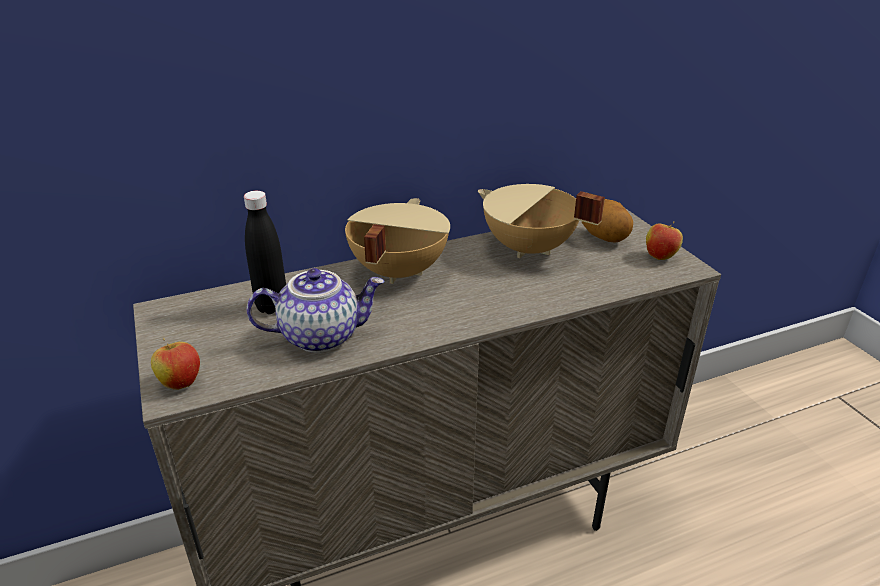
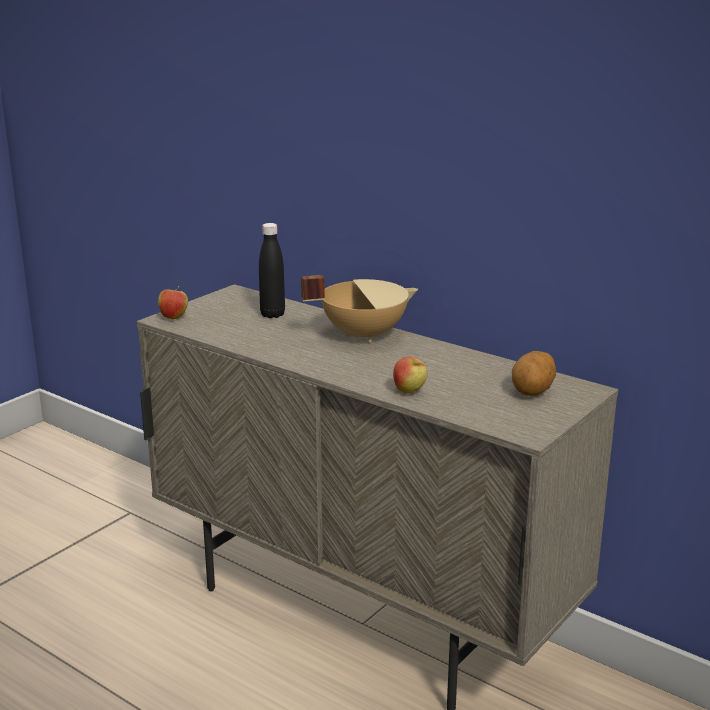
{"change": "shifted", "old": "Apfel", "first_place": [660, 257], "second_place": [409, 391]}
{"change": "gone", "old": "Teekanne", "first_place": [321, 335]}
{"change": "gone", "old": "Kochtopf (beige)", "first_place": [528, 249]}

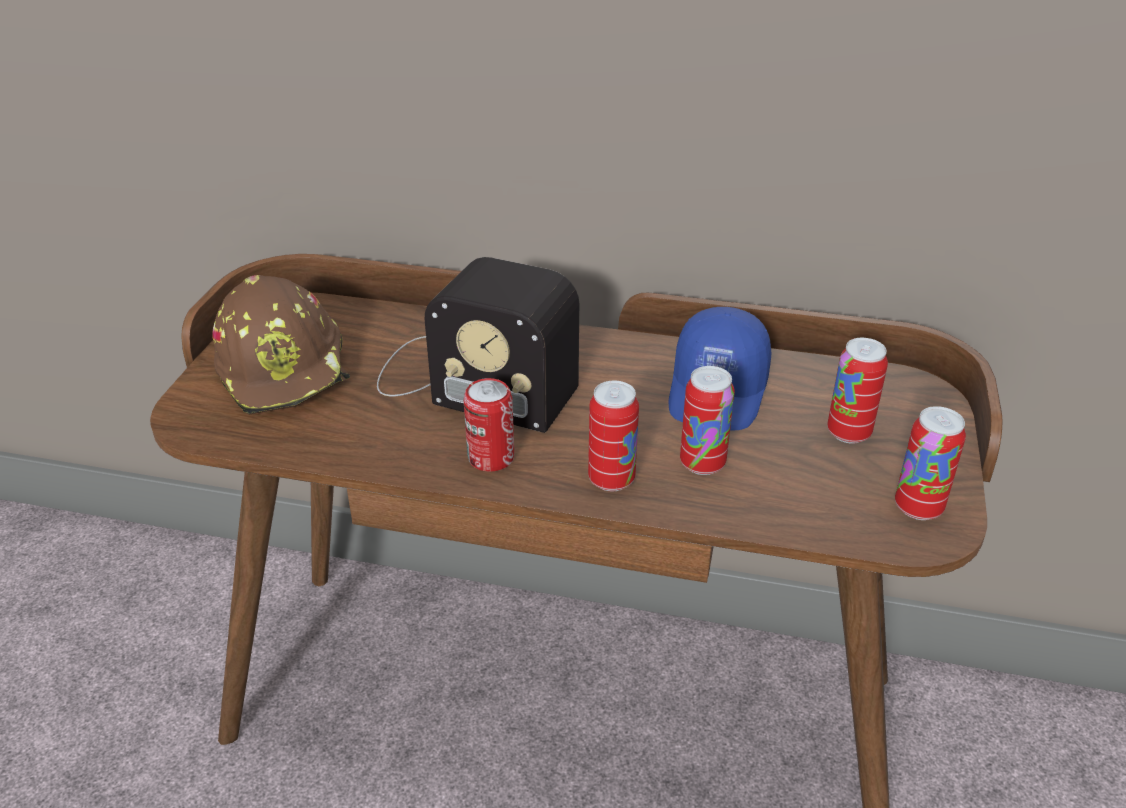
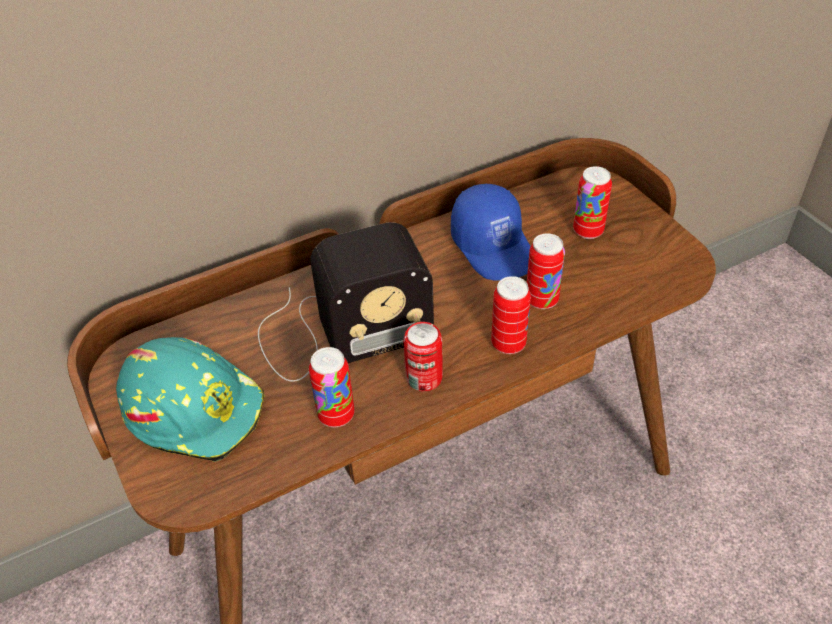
{"change": "repainted", "old": "Schutzhelm (braun)", "new": "Schutzhelm (türkis)", "first_place": [285, 369], "second_place": [195, 408]}
{"change": "shifted", "old": "Dose", "first_place": [918, 507], "second_place": [336, 415]}

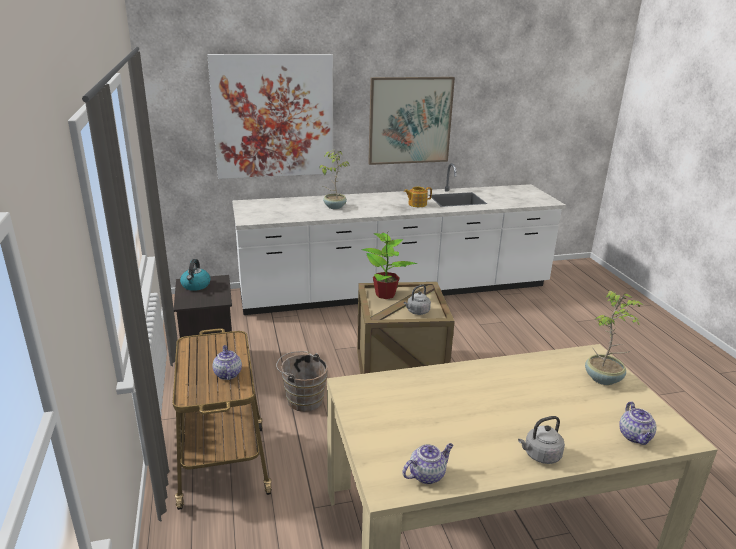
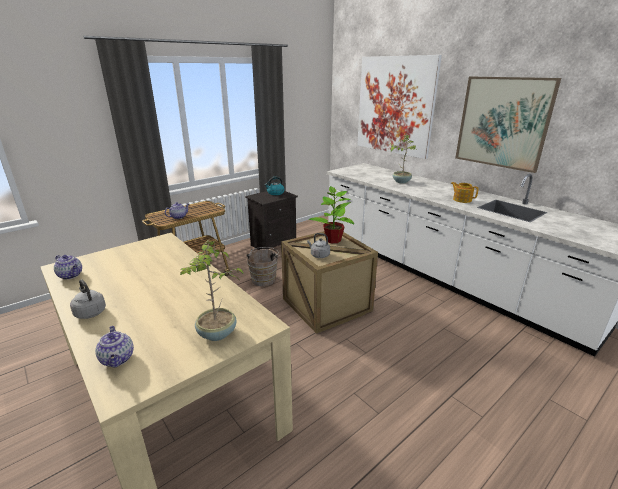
{"change": "rotated", "old": "Teekanne", "first_place": [635, 437], "second_place": [118, 359], "degrees": -90}

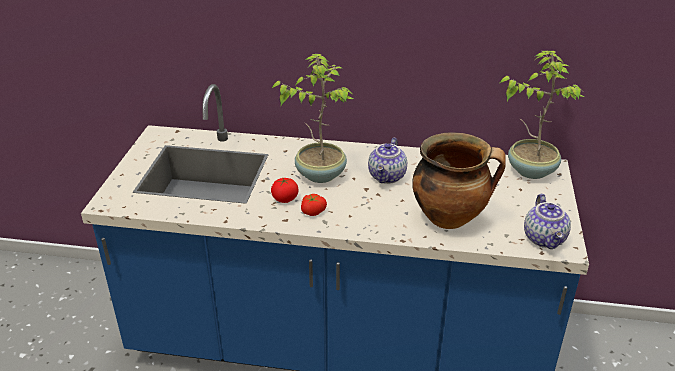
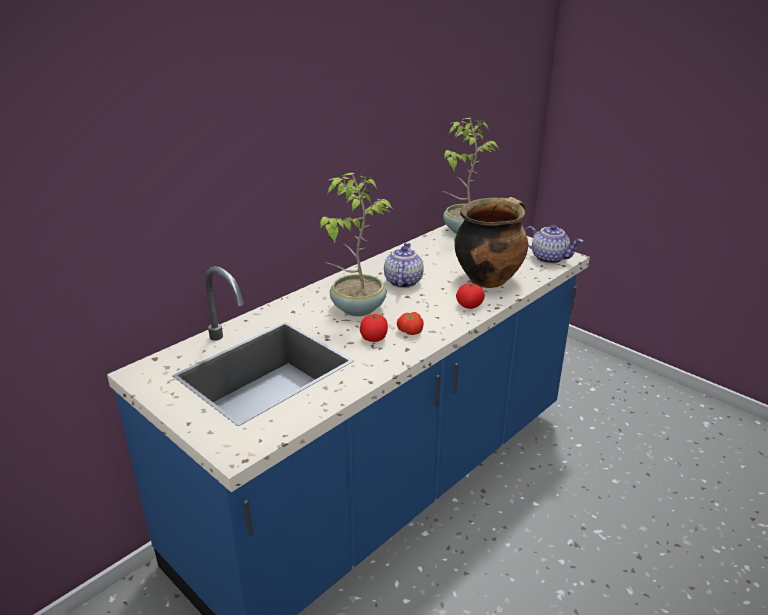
{"change": "rotated", "old": "Teekanne", "first_place": [387, 177], "second_place": [402, 281], "degrees": -135}
{"change": "new", "new": "Tomate", "second_place": [469, 305]}

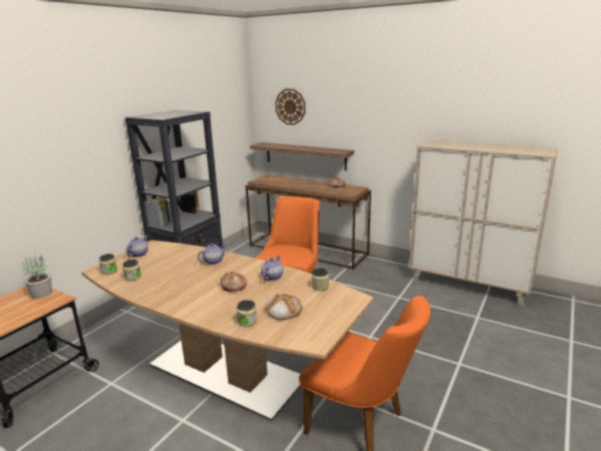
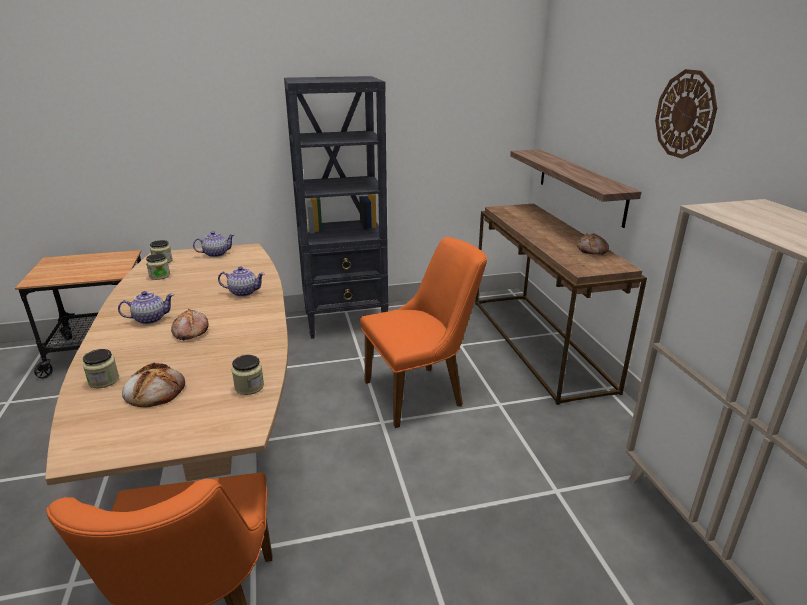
{"change": "shifted", "old": "Teekanne", "first_place": [272, 277], "second_place": [150, 319]}
{"change": "shifted", "old": "Wanduhr", "first_place": [290, 106], "second_place": [685, 114]}
{"change": "gone", "old": "Topfpflanze", "first_place": [42, 293]}

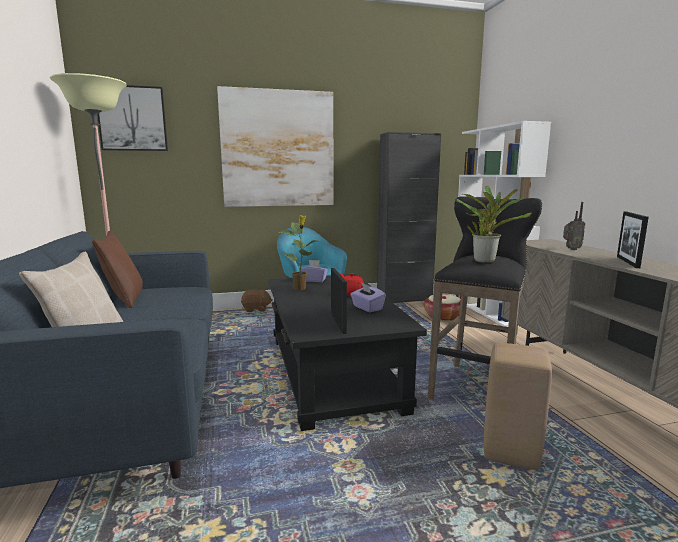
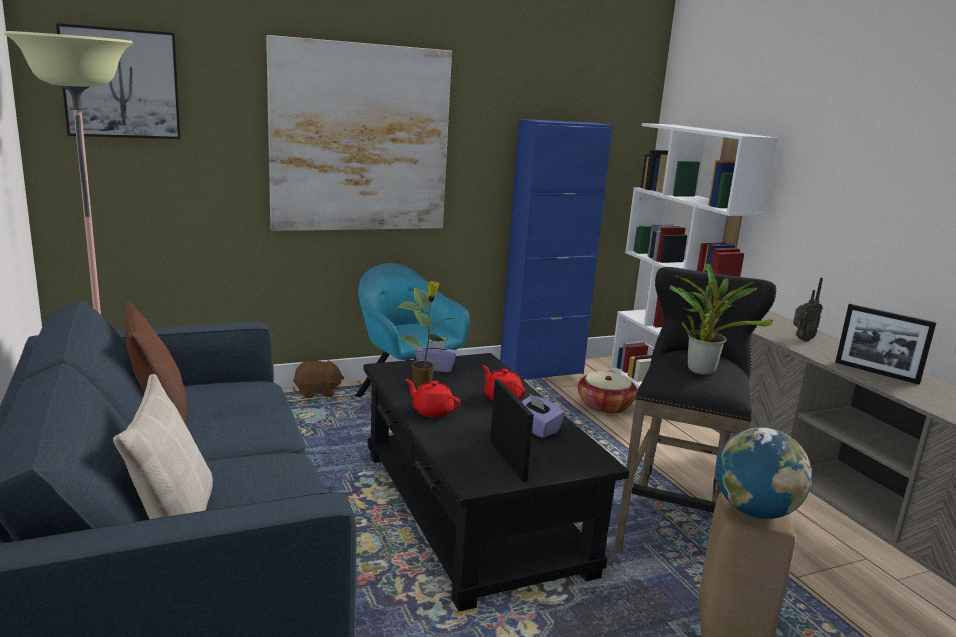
{"change": "new", "new": "Teekanne (rot)", "second_place": [432, 411]}
{"change": "repainted", "old": "Schrank (schwarz)", "new": "Schrank (blau)", "first_place": [404, 299], "second_place": [541, 371]}
{"change": "new", "new": "Globus", "second_place": [754, 511]}
{"change": "rotated", "old": "Bilderrahmen", "first_place": [627, 262], "second_place": [876, 372], "degrees": -60}

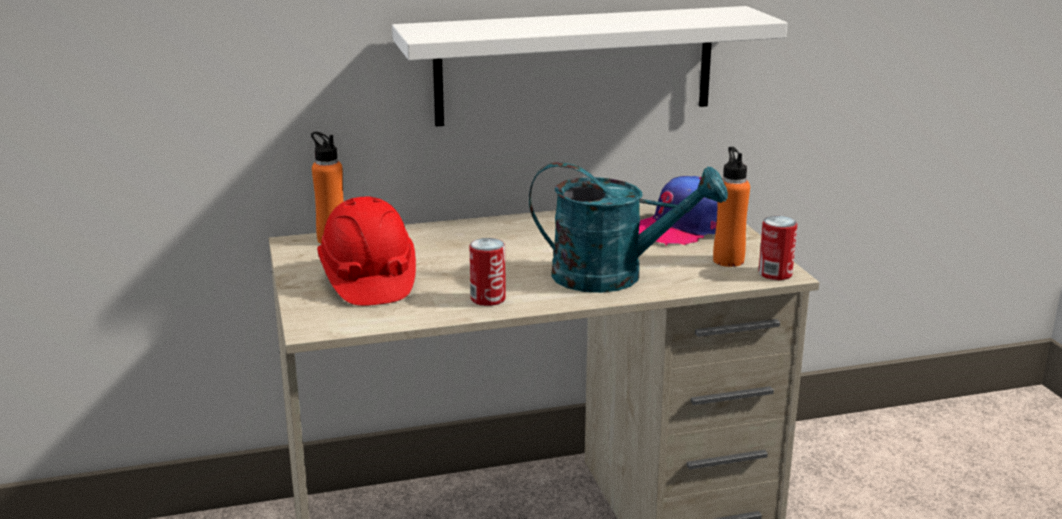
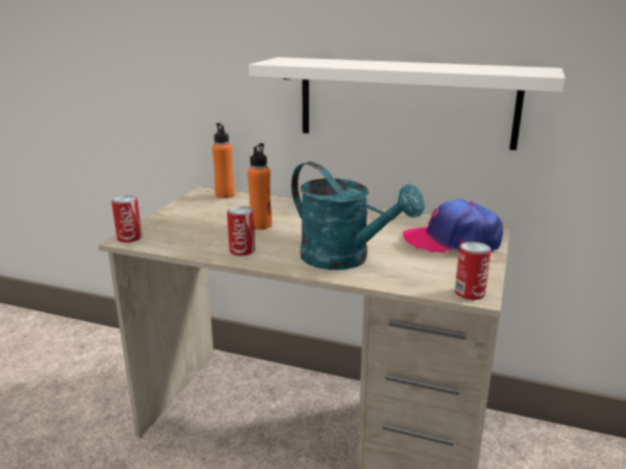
{"change": "new", "new": "Dose", "second_place": [129, 238]}
{"change": "shifted", "old": "Flasche (orange)", "first_place": [728, 260], "second_place": [261, 225]}
{"change": "gone", "old": "Schutzhelm (rot)", "first_place": [368, 280]}

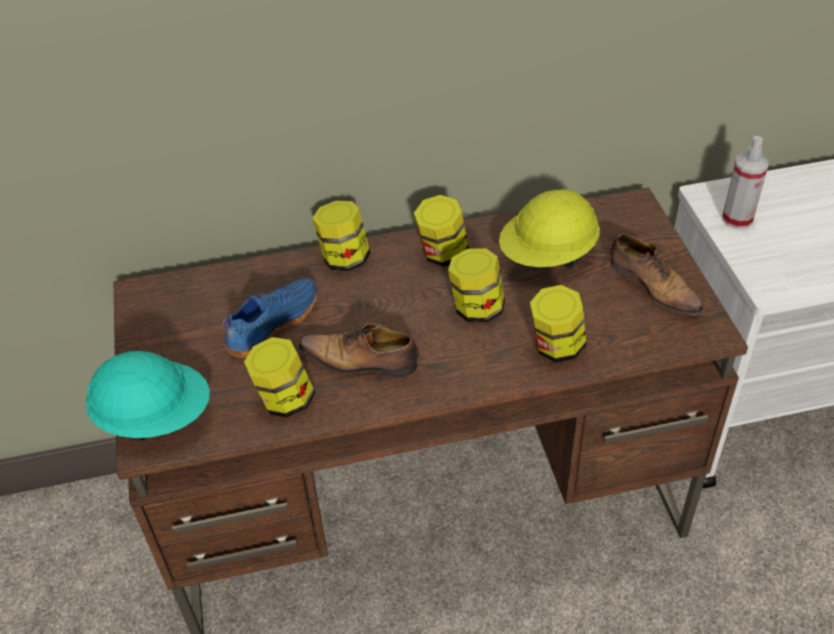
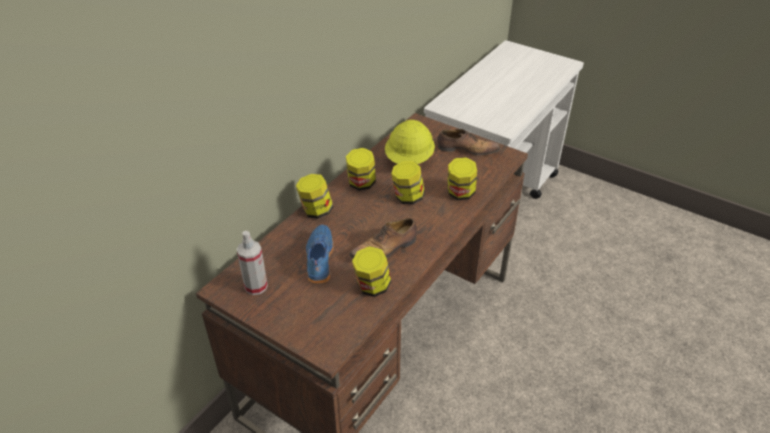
{"change": "shifted", "old": "Sprühflasche", "first_place": [737, 219], "second_place": [256, 286]}
{"change": "gone", "old": "Schutzhelm (türkis)", "first_place": [155, 417]}

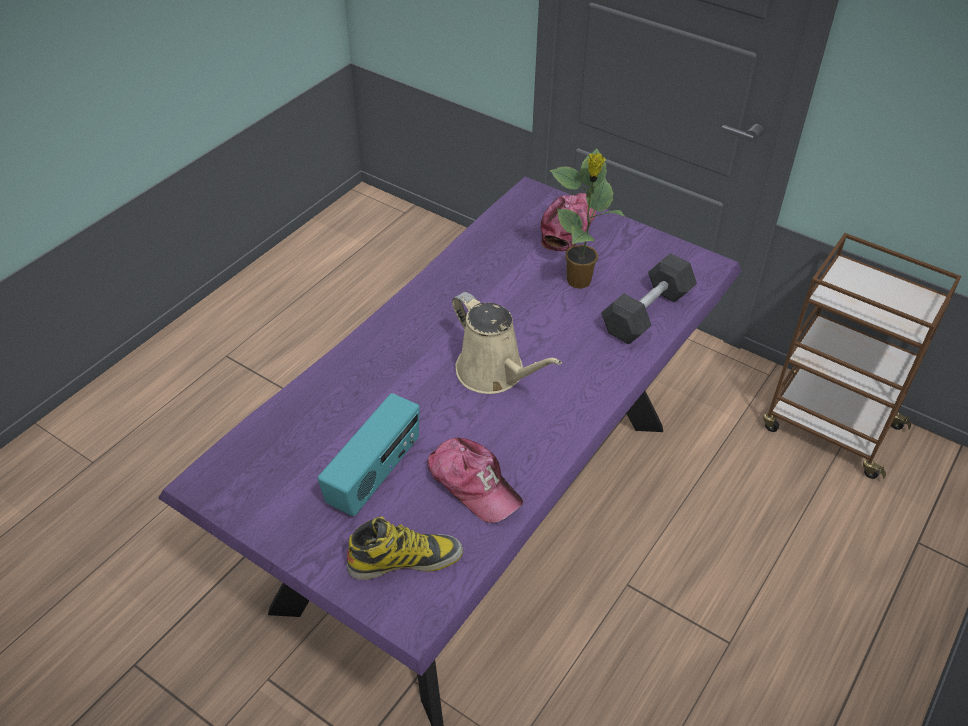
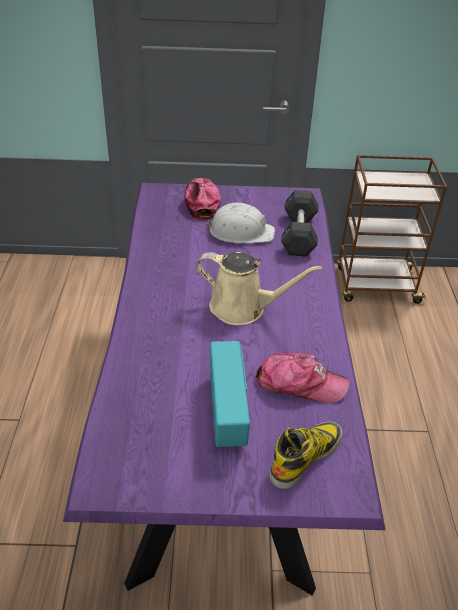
{"change": "swapped", "old": "Topfpflanze", "new": "Schutzhelm (weiß)", "first_place": [579, 281], "second_place": [241, 232]}

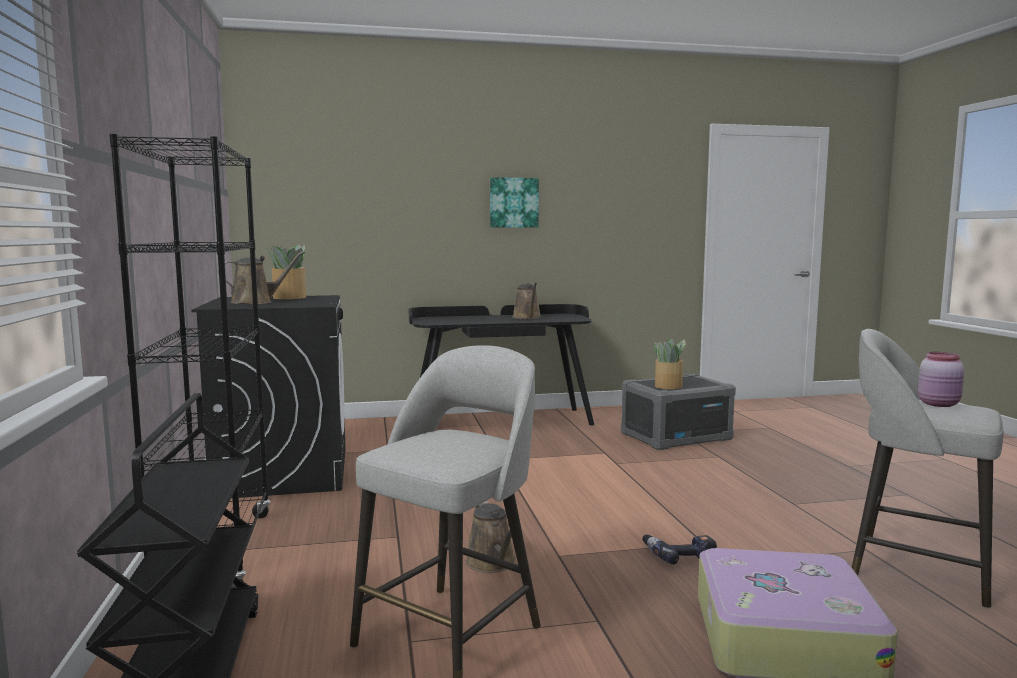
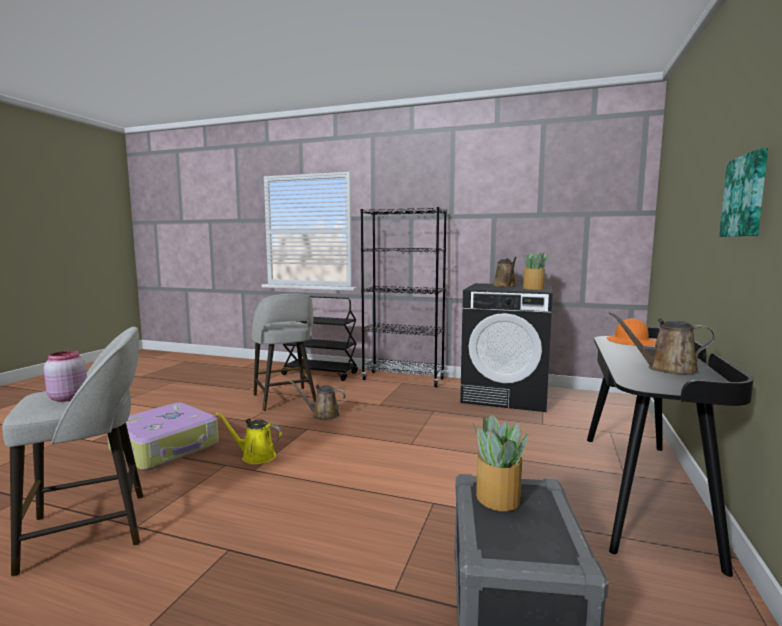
{"change": "swapped", "old": "Bohrmaschine", "new": "Gießkanne (gelb)", "first_place": [679, 555], "second_place": [255, 456]}
{"change": "new", "new": "Schutzhelm (orange)", "second_place": [631, 342]}

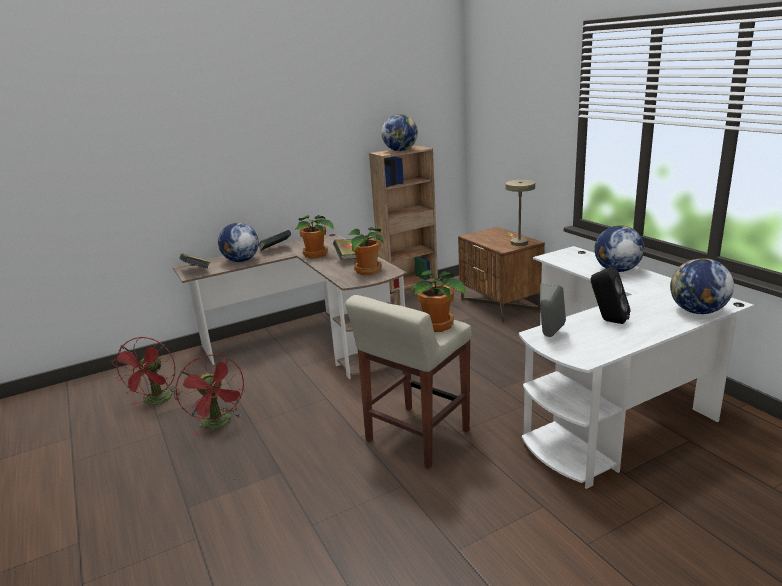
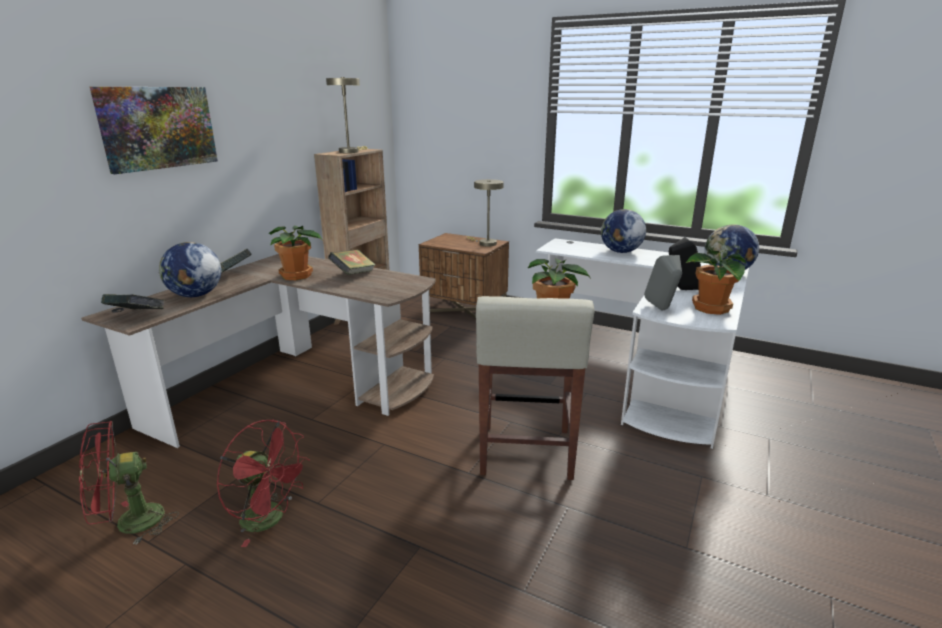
{"change": "rotated", "old": "Ventilator (rot)", "first_place": [156, 402], "second_place": [129, 524], "degrees": 90}
{"change": "new", "new": "Bild", "second_place": [158, 127]}
{"change": "swapped", "old": "Globus", "new": "Tischlampe (beige)", "first_place": [400, 150], "second_place": [350, 151]}
{"change": "shifted", "old": "Topfpflanze", "first_place": [367, 271], "second_place": [710, 309]}

